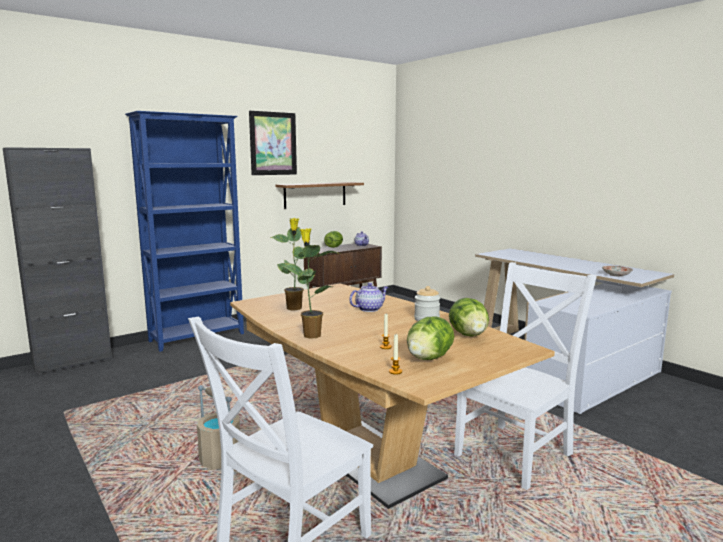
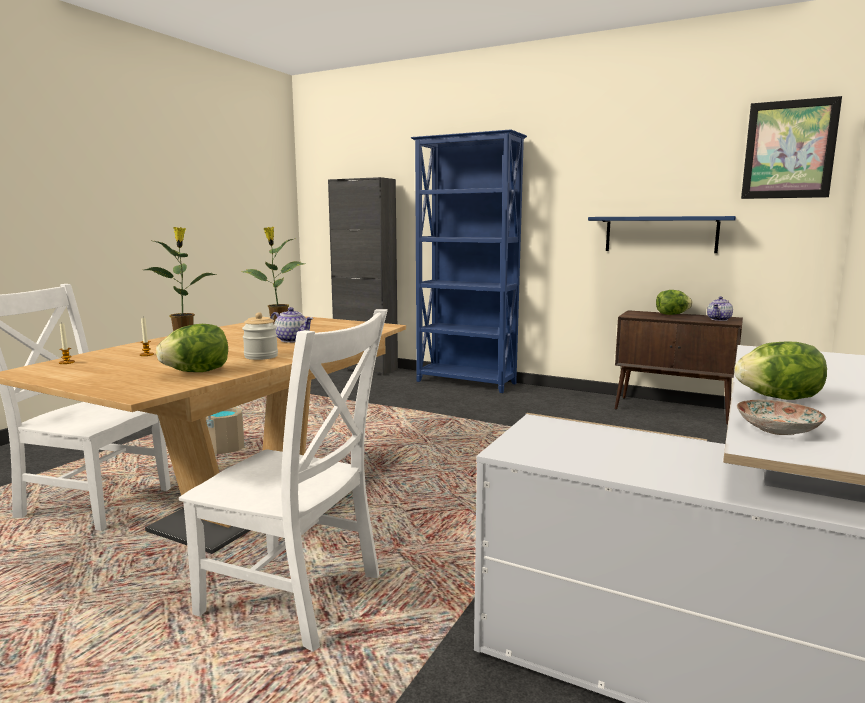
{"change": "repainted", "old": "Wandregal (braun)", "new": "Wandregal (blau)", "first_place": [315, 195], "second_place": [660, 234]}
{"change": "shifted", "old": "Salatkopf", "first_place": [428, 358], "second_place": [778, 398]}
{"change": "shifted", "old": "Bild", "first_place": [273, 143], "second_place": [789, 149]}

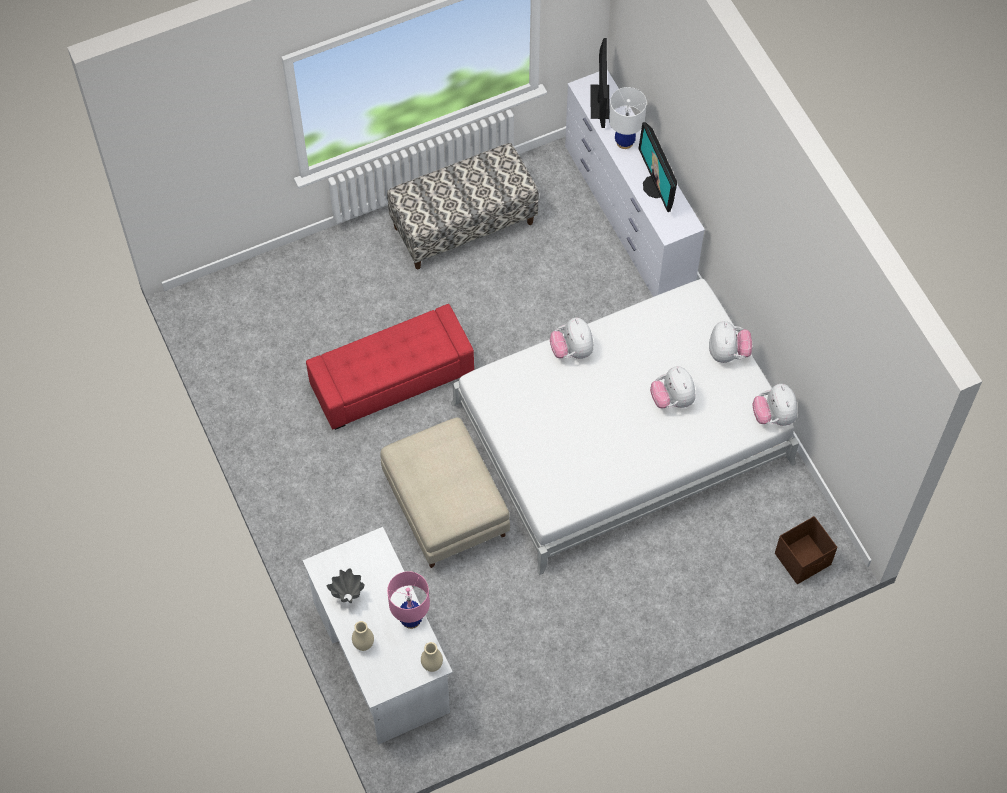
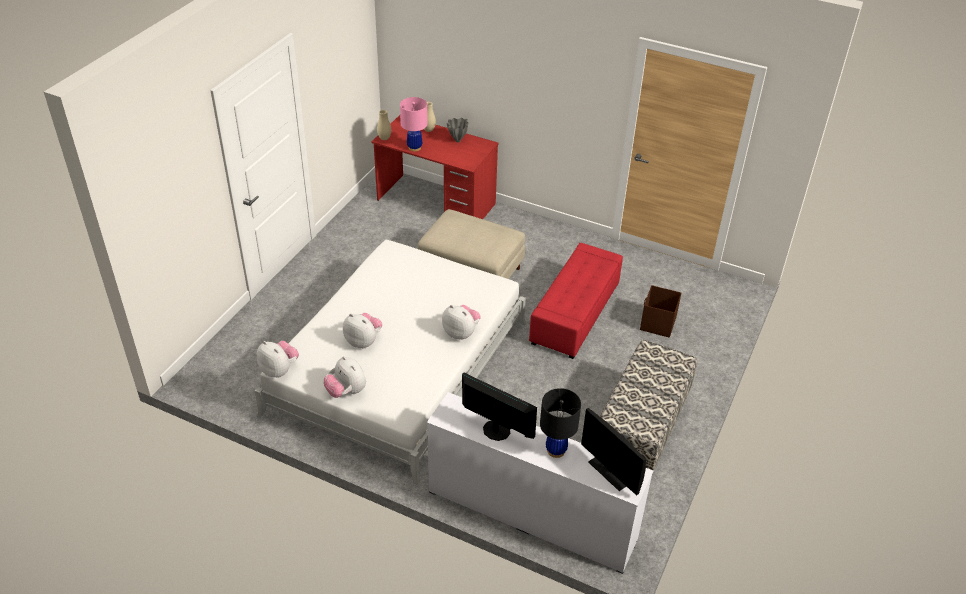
{"change": "repainted", "old": "Schreibtisch (weiß)", "new": "Schreibtisch (rot)", "first_place": [381, 656], "second_place": [436, 202]}
{"change": "repainted", "old": "Tischlampe (weiß)", "new": "Tischlampe (schwarz)", "first_place": [624, 142], "second_place": [556, 450]}
{"change": "shifted", "old": "Aufbewahrungsbox (braun)", "first_place": [803, 559], "second_place": [657, 324]}

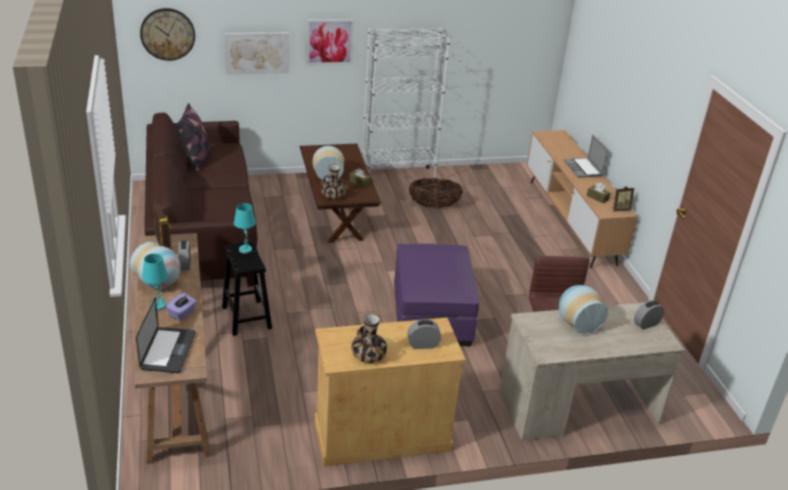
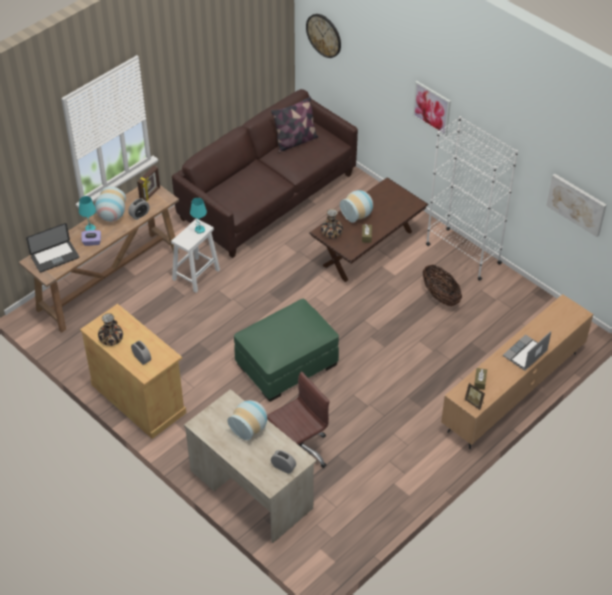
{"change": "repainted", "old": "Hocker (schwarz)", "new": "Hocker (weiß)", "first_place": [246, 317], "second_place": [196, 274]}
{"change": "repainted", "old": "Polsterhocker (lila)", "new": "Polsterhocker (grün)", "first_place": [431, 315], "second_place": [286, 364]}
{"change": "shifted", "old": "Bild", "first_place": [257, 52], "second_place": [577, 204]}

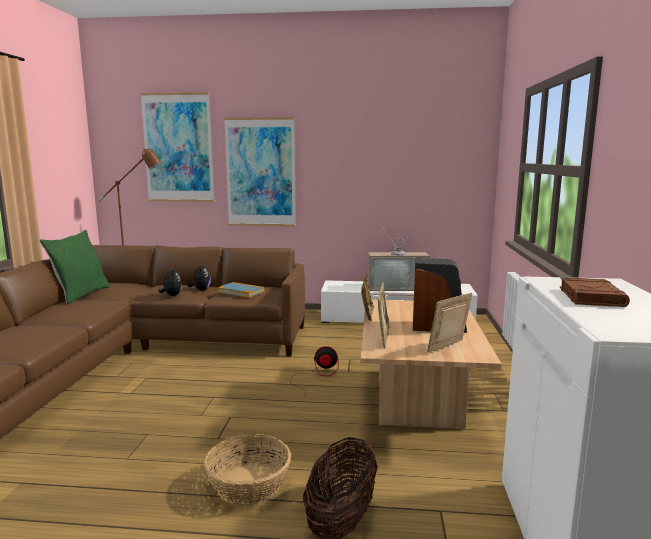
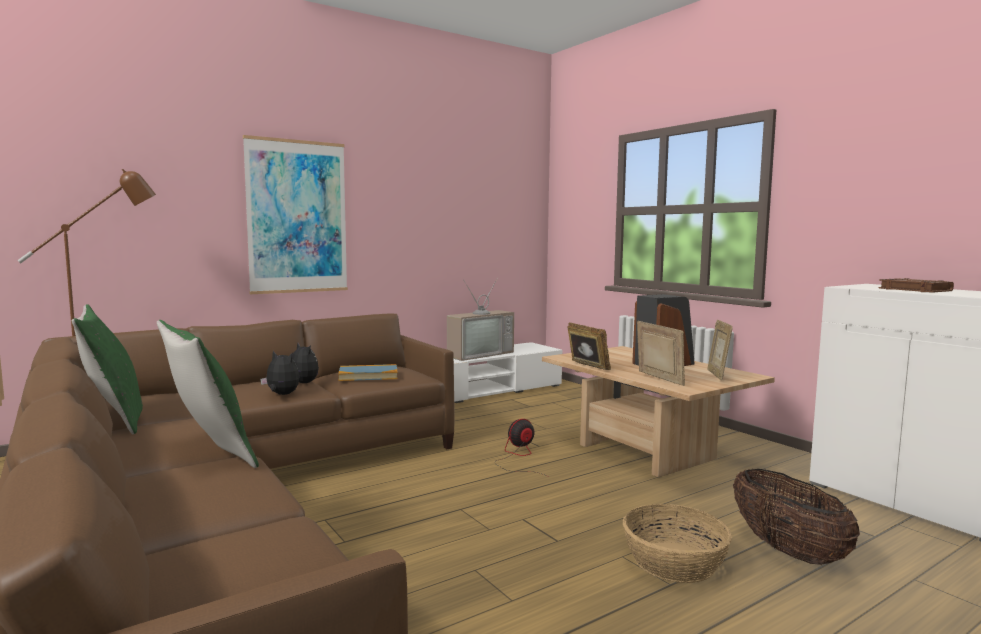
{"change": "new", "new": "Kissen (grün)", "second_place": [209, 454]}
{"change": "gone", "old": "Bild", "first_place": [178, 148]}

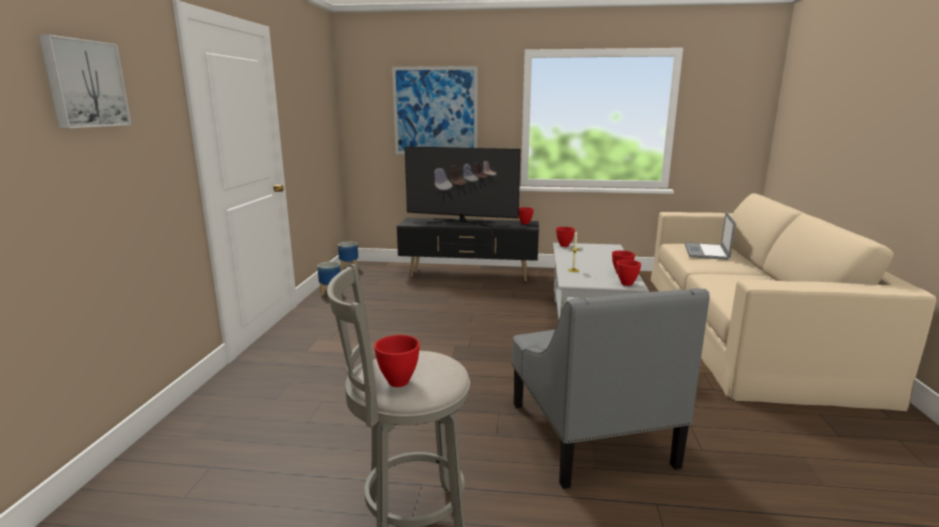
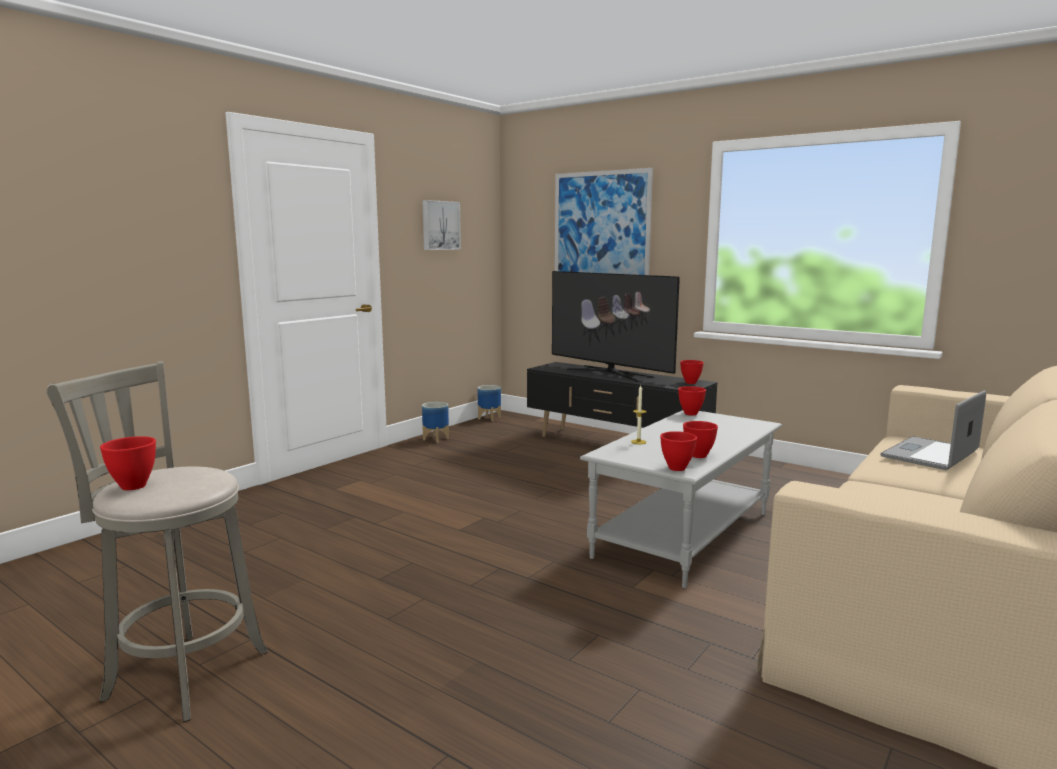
{"change": "shifted", "old": "Bild", "first_place": [84, 84], "second_place": [440, 225]}
{"change": "gone", "old": "Sessel (grau)", "first_place": [589, 433]}

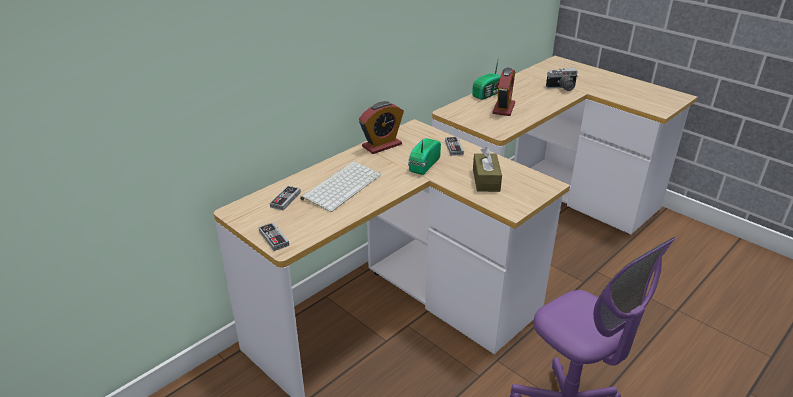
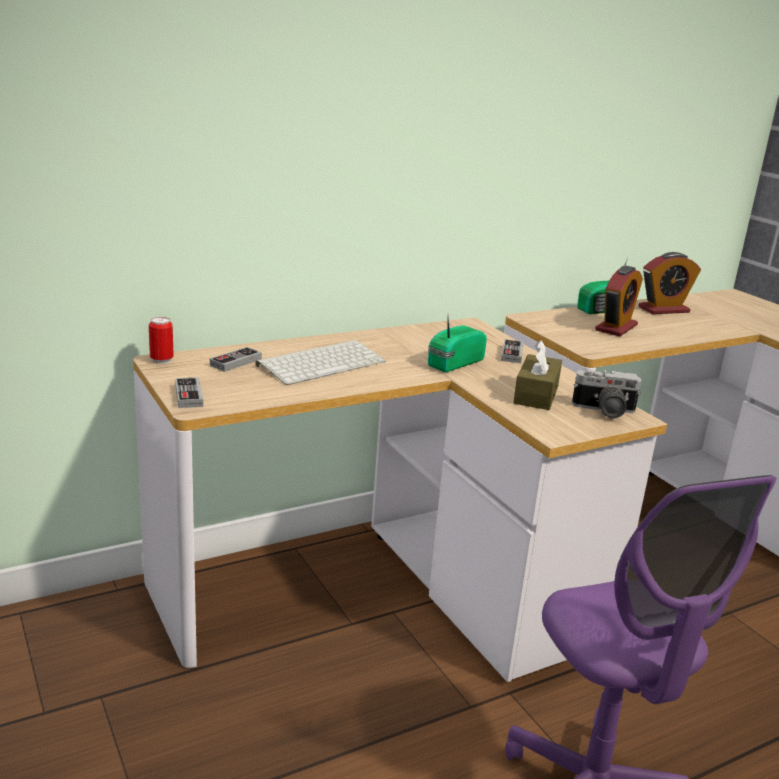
{"change": "new", "new": "Dose", "second_place": [161, 360]}
{"change": "shifted", "old": "Kamera", "first_place": [562, 88], "second_place": [604, 411]}
{"change": "shifted", "old": "Wecker", "first_place": [382, 145], "second_place": [663, 309]}

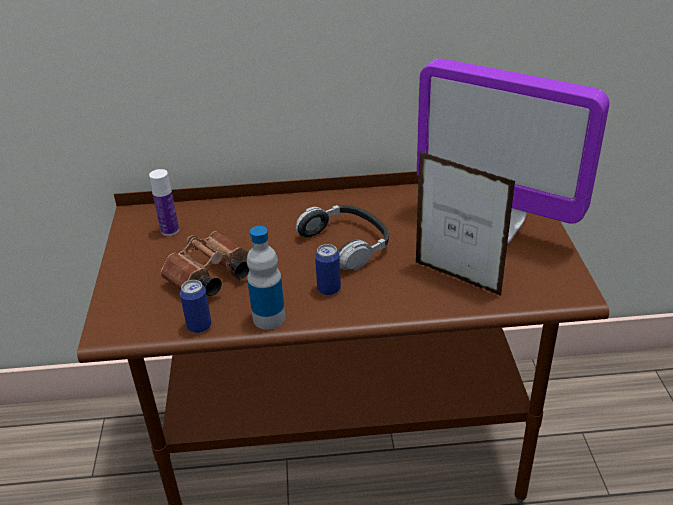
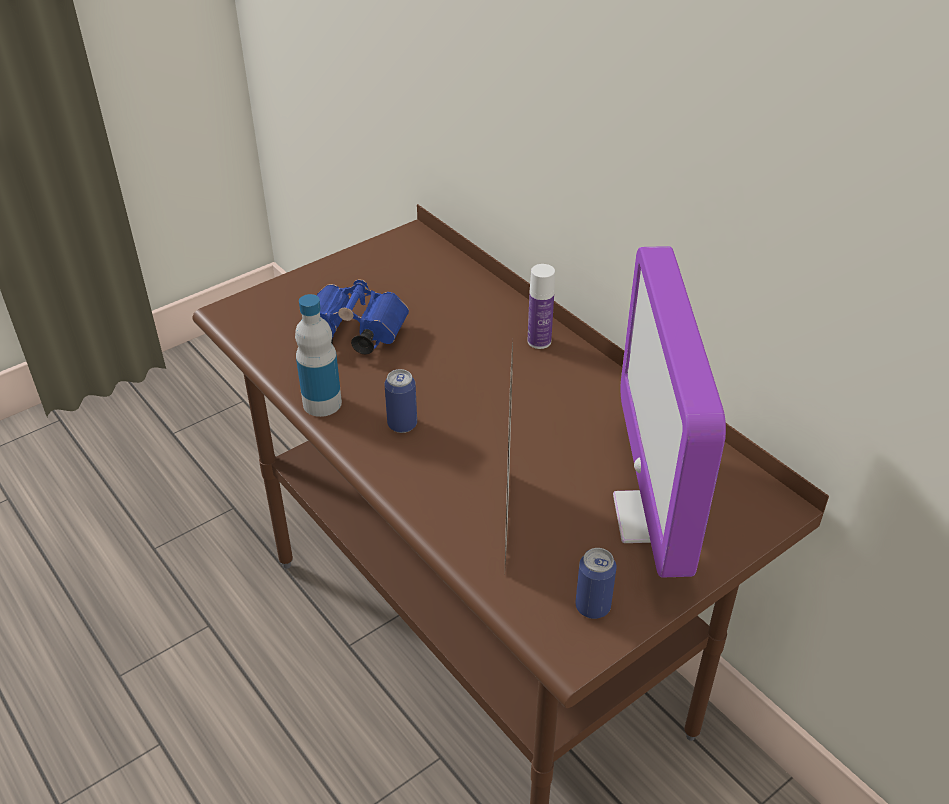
{"change": "repainted", "old": "Fernglas (braun)", "new": "Fernglas (blau)", "first_place": [209, 278], "second_place": [352, 334]}
{"change": "shifted", "old": "Flasche", "first_place": [170, 230], "second_place": [539, 341]}
{"change": "shifted", "old": "Dose", "first_place": [199, 326], "second_place": [592, 607]}
{"change": "gone", "old": "Kopfhörer", "first_place": [346, 243]}

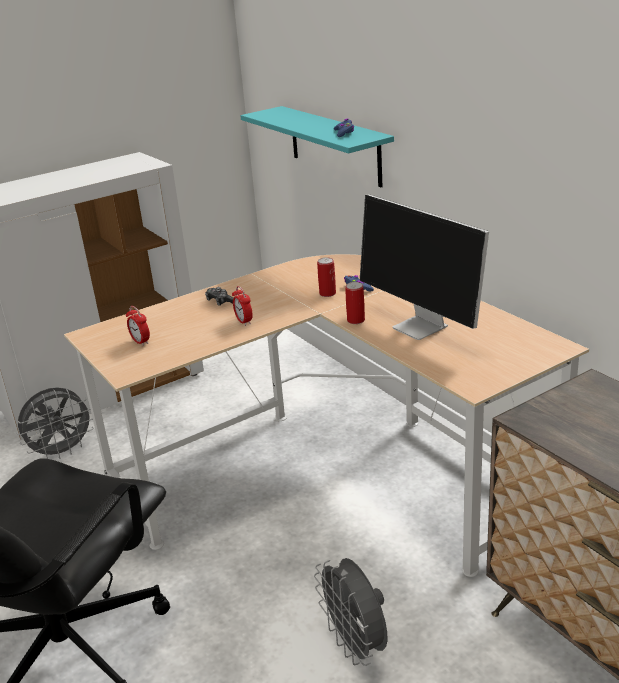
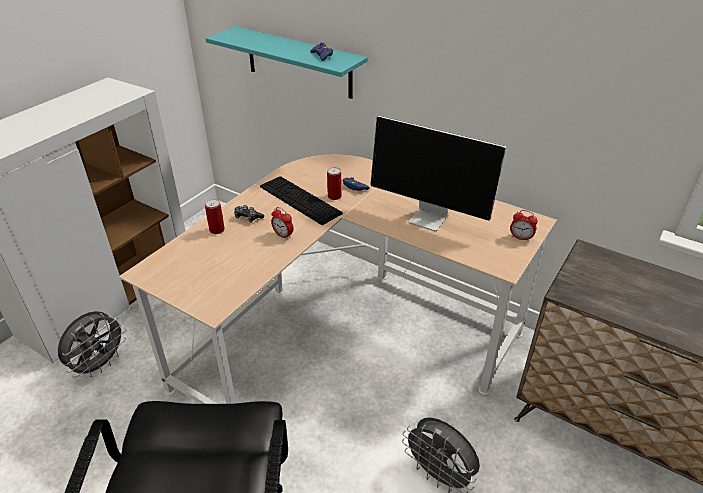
{"change": "shifted", "old": "Dose", "first_place": [356, 320], "second_place": [217, 230]}
{"change": "new", "new": "Tastatur", "second_place": [300, 200]}
{"change": "shifted", "old": "Wecker", "first_place": [140, 342], "second_place": [521, 238]}

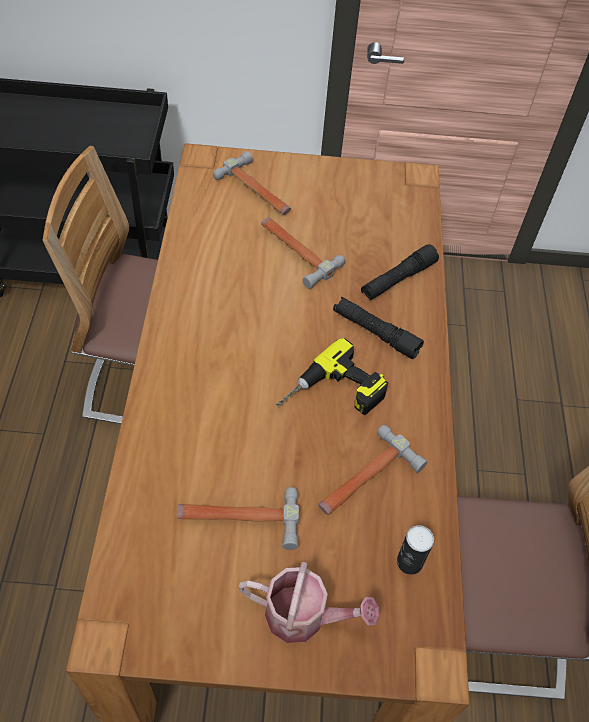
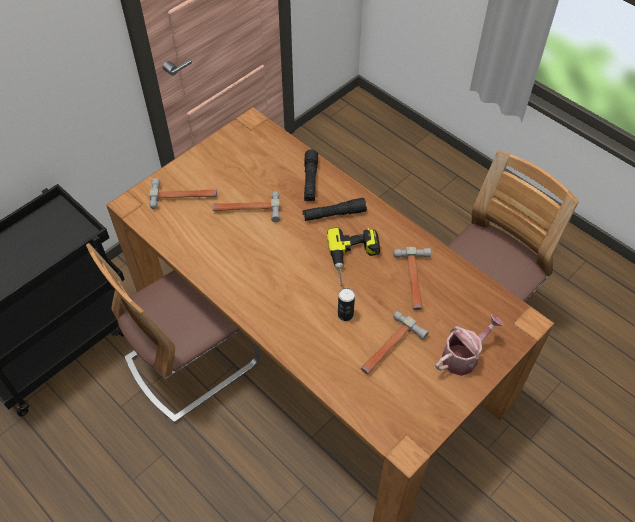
{"change": "shifted", "old": "Dose", "first_place": [409, 562], "second_place": [345, 314]}

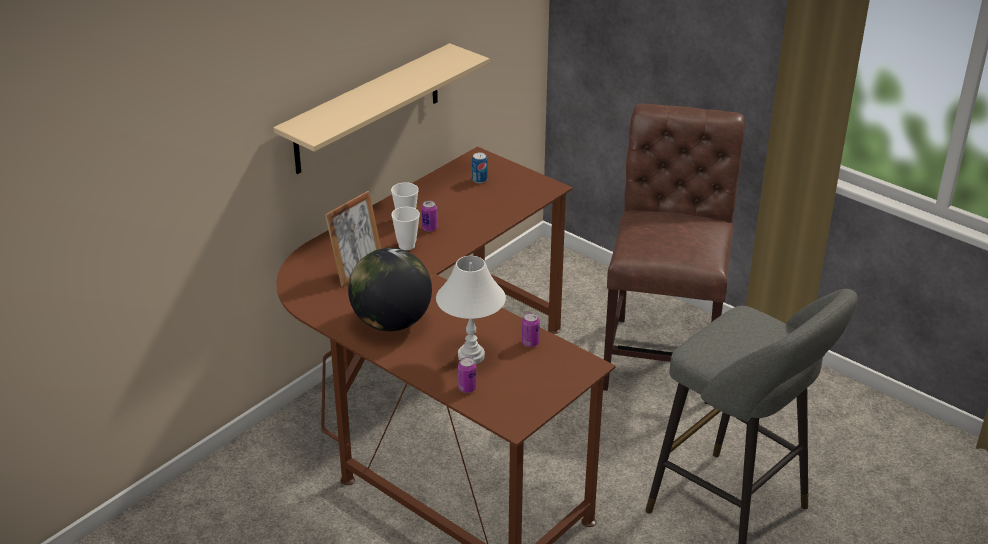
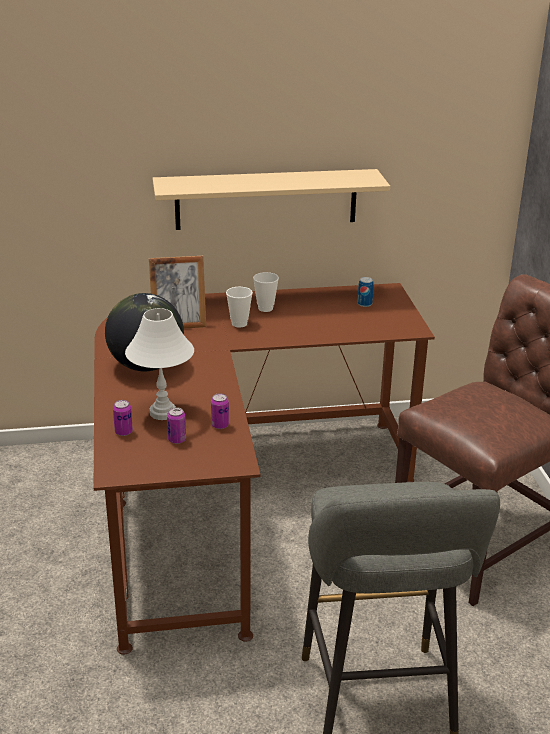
{"change": "shifted", "old": "Dose", "first_place": [429, 228], "second_place": [177, 440]}

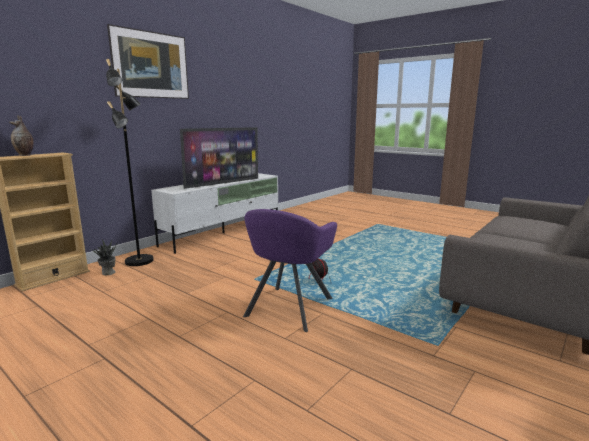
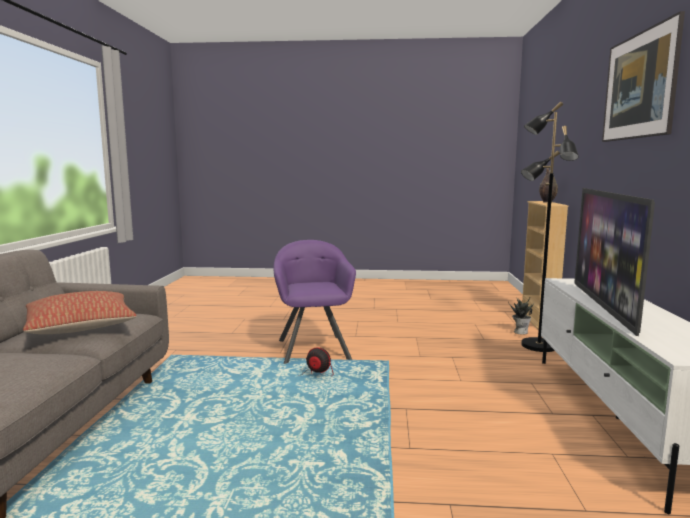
{"change": "new", "new": "Kissen", "second_place": [81, 327]}

